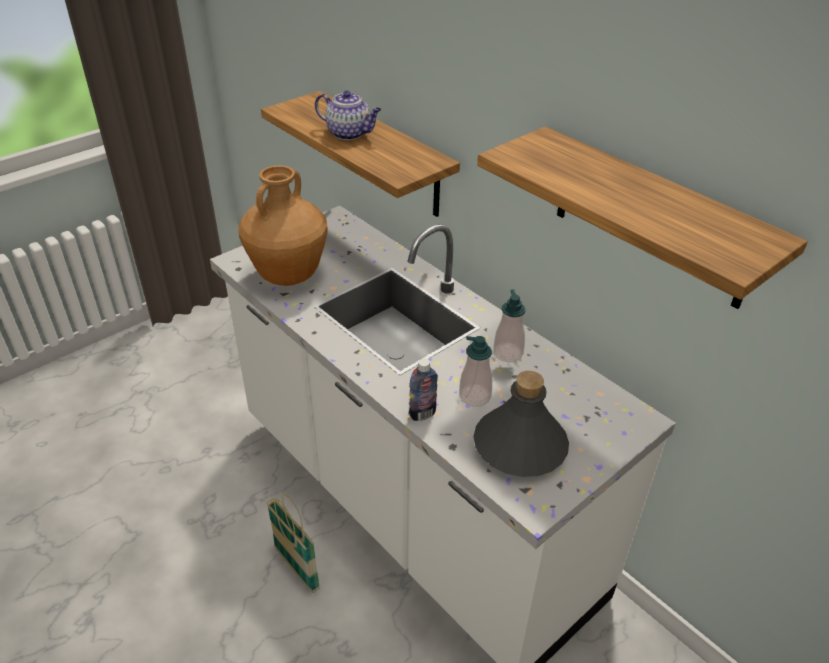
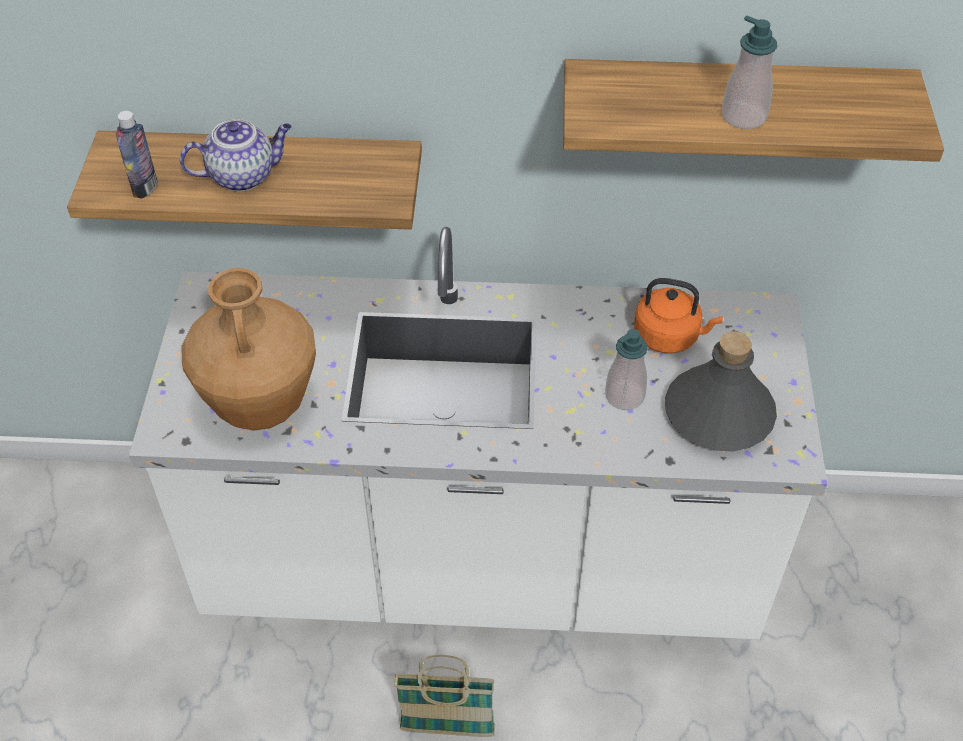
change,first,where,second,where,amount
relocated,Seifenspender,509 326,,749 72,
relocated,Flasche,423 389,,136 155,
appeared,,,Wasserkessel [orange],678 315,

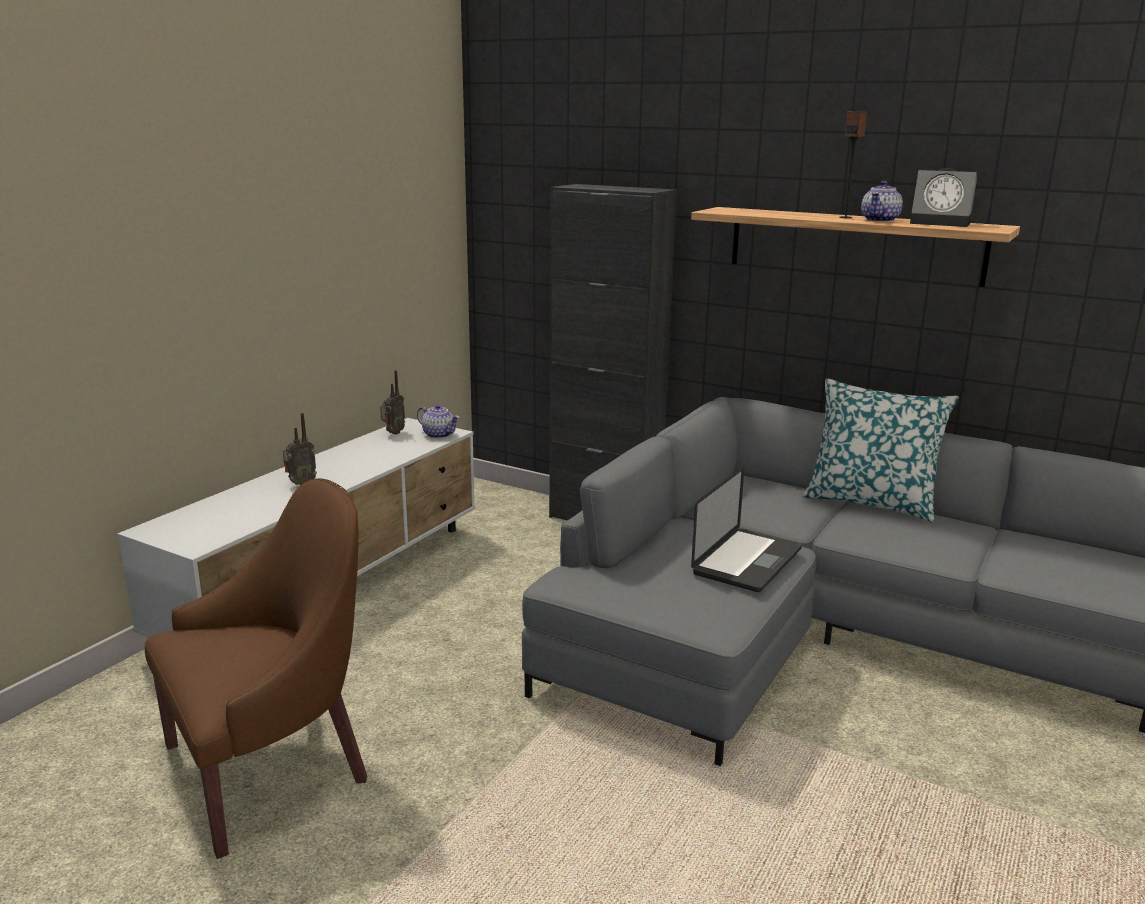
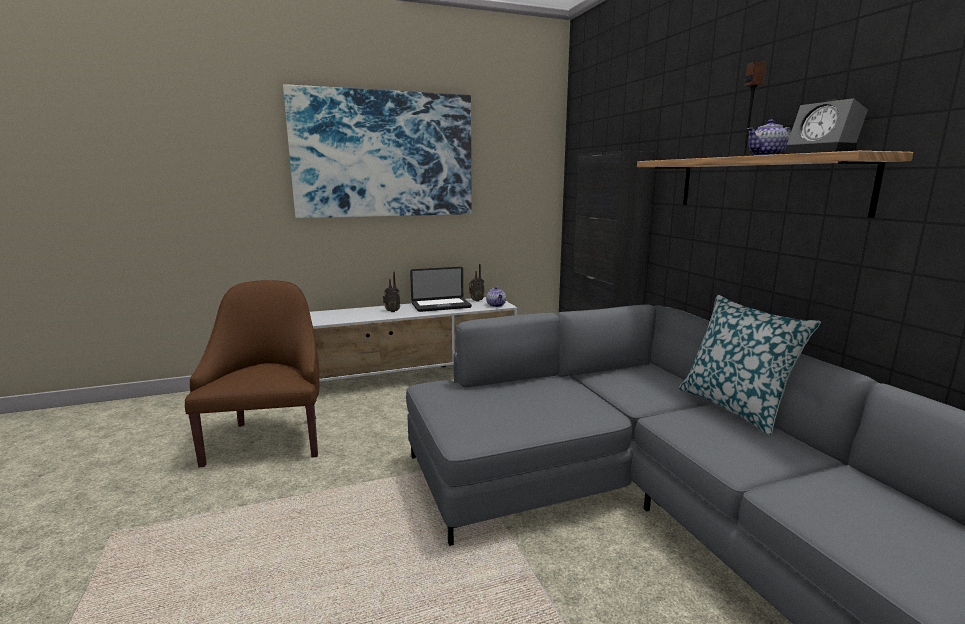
change,first,where,second,where,amount
relocated,Laptop,746 529,,441 289,
spun,Sessel [braun],256 668,,252 373,105 degrees counterclockwise
appeared,,,Bild,377 151,

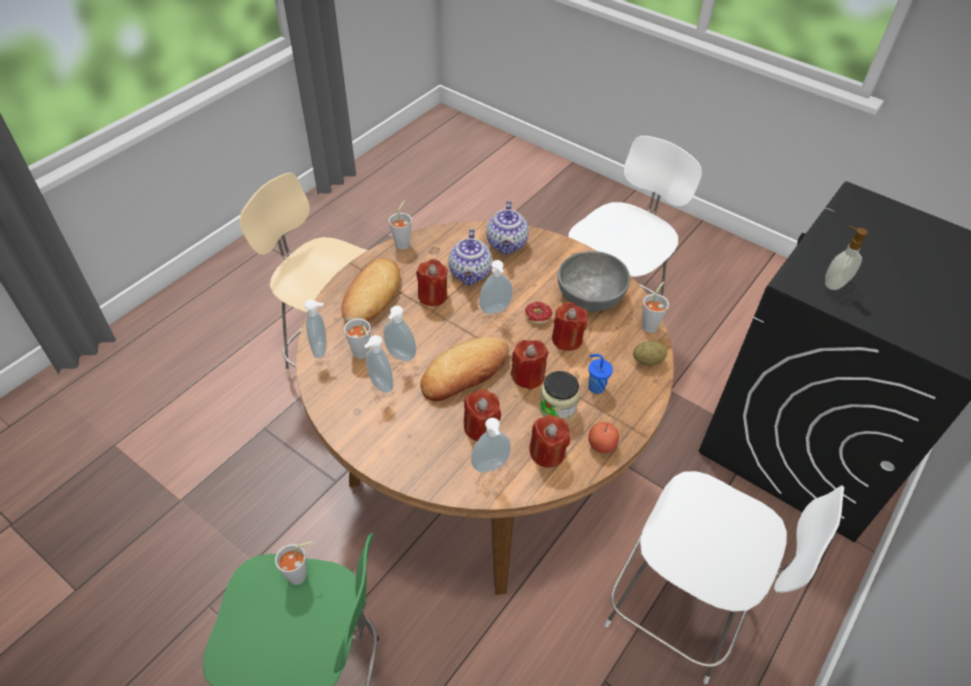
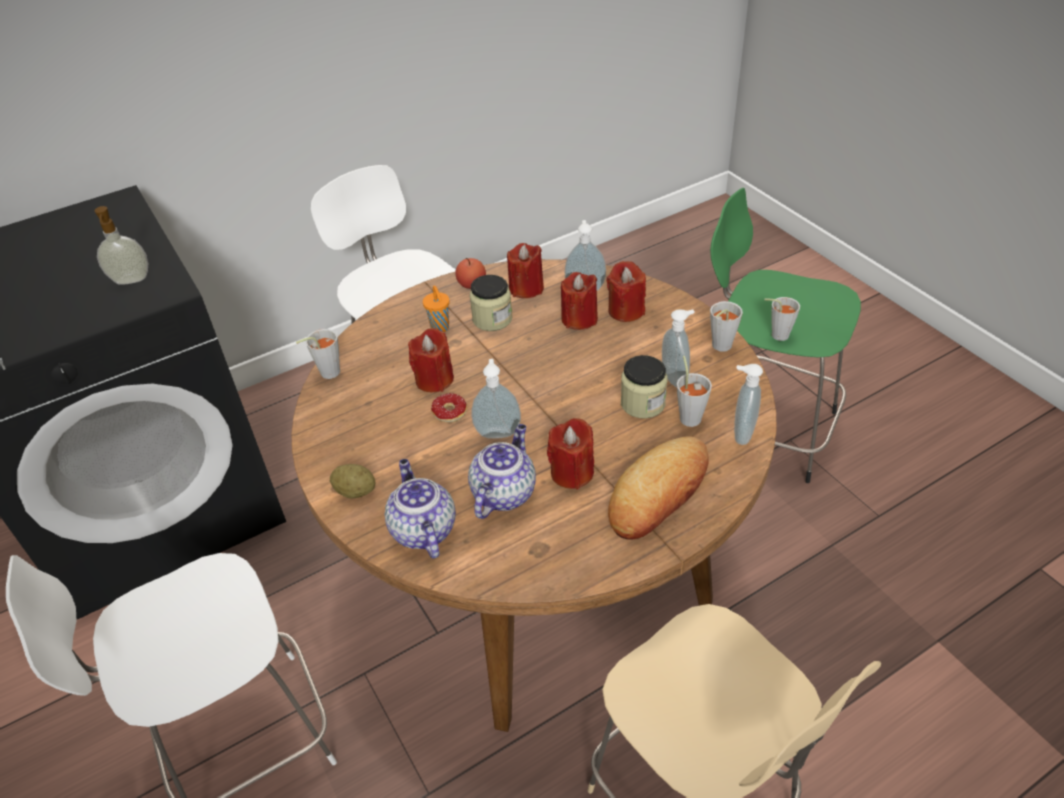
change,first,where,second,where,amount
relocated,Tasse [grau],400 225,,726 326,
spun,Teekanne,507 228,,420 509,45 degrees counterclockwise
missing,Schüssel [grau],594 281,,,
exchanged,Seifenspender,399 333,Vorratsglas,644 387,
missing,Brot,464 369,,,
relocated,Kerze [rot],529 365,,626 291,
relocated,Kartoffel,650 353,,353 481,
colour,Tasse [blau],600 374,Tasse [orange],436 309,

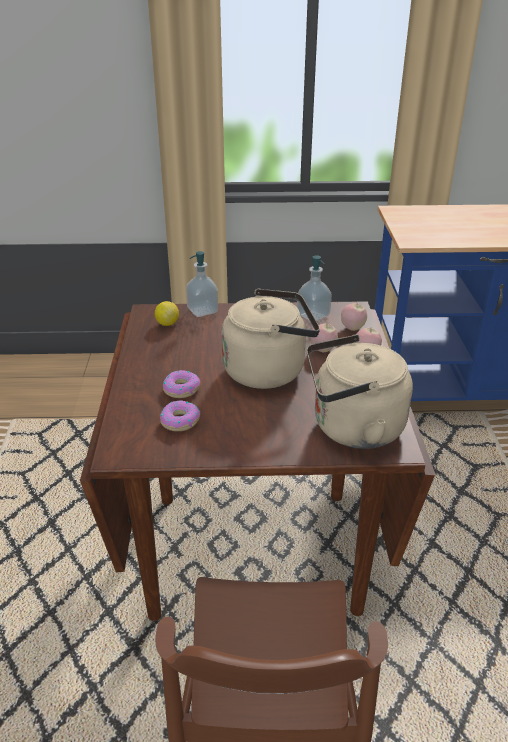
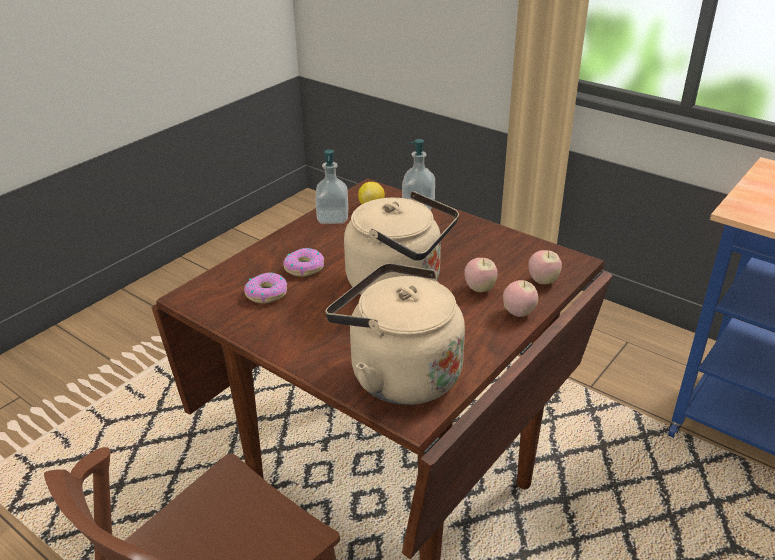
change,first,where,second,where,amount
relocated,Seifenspender,314 288,,331 187,

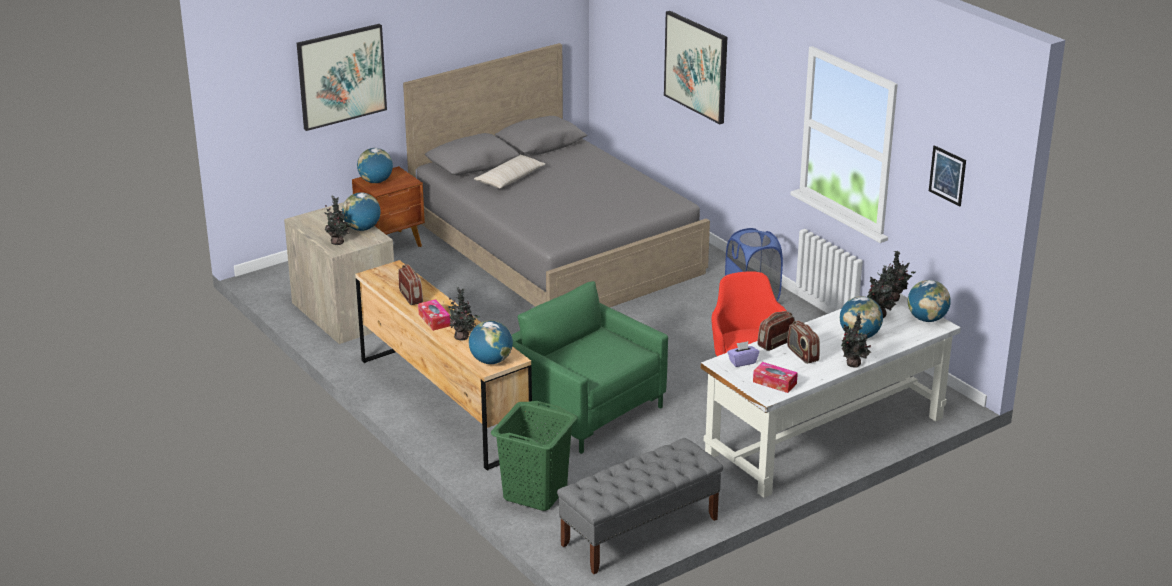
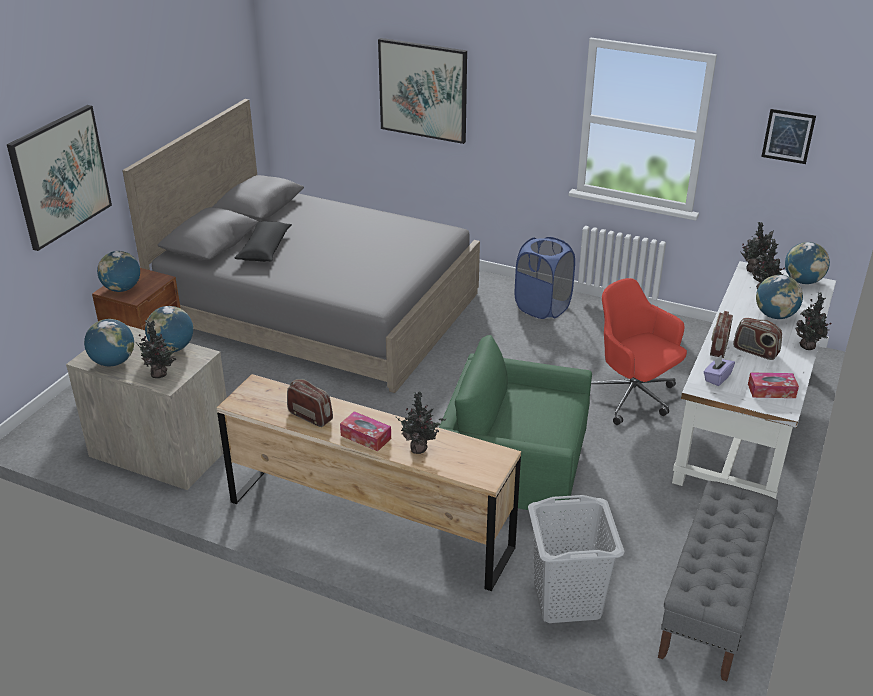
change,first,where,second,where,amount
colour,Kissen [beige],510 172,Kissen [schwarz],263 241,
relocated,Globus,491 342,,109 342,
colour,Wäschekorb [grün],534 456,Wäschekorb [grau],576 559,

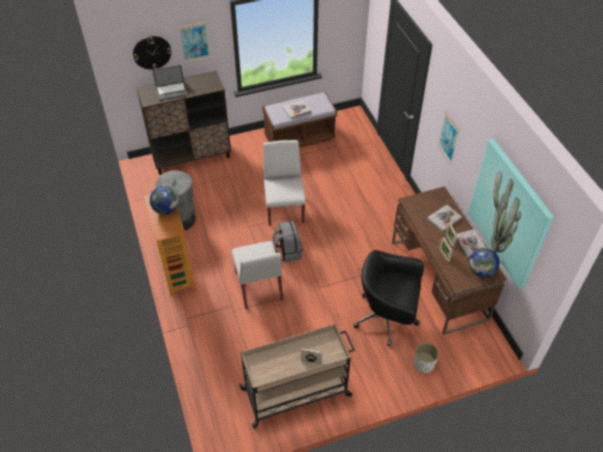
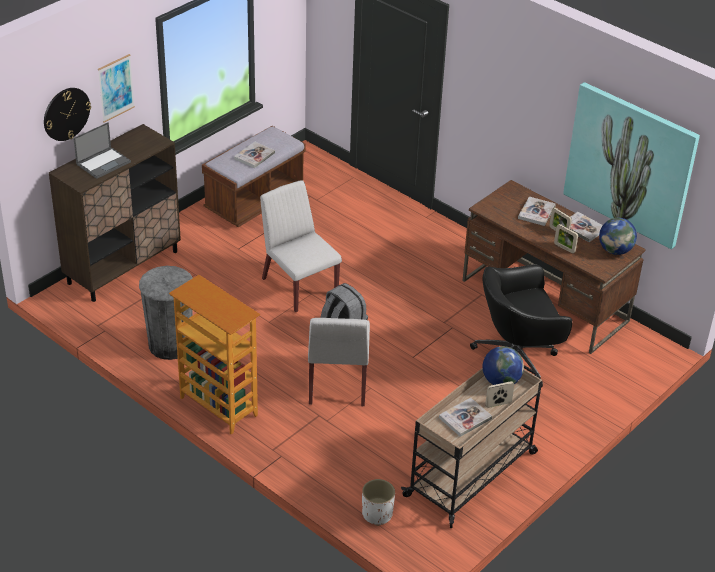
change,first,where,second,where,amount
missing,Bild,448 138,,,
relocated,Globus,164 200,,503 365,
spun,Stuhl [weiß],257 275,,339 362,45 degrees clockwise
relocated,Pflanzkübel [weiß],426 357,,378 502,
appeared,,,Buch,465 417,

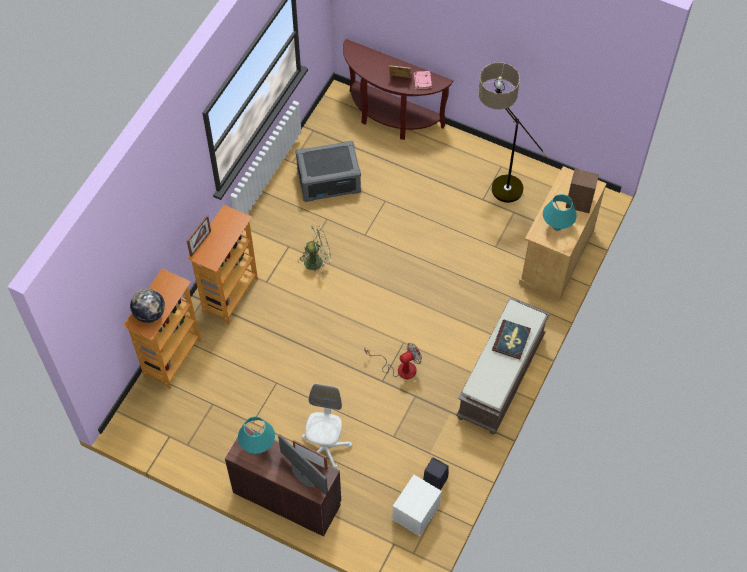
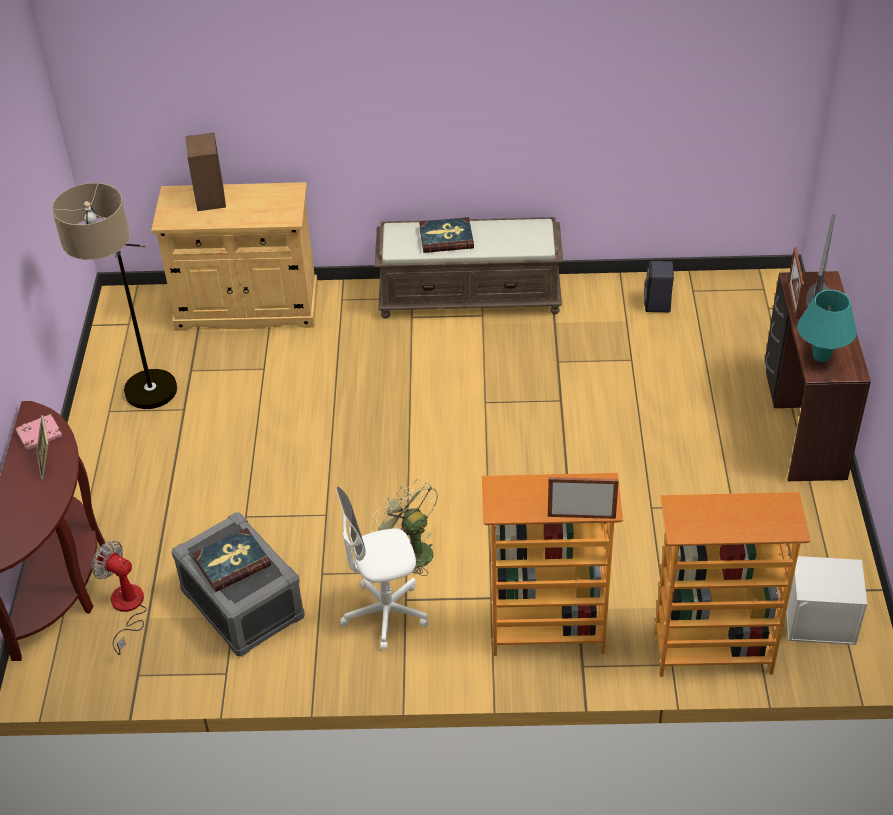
change,first,where,second,where,amount
missing,Tischlampe [türkis],560 212,,,
missing,Globus,147 306,,,
relocated,Ventilator,393 361,,119 597,
relocated,Bürostuhl [weiß],327 426,,382 568,
relocated,Aufbewahrungsbox [weiß],417 505,,826 600,
appeared,,,Buch,232 560,

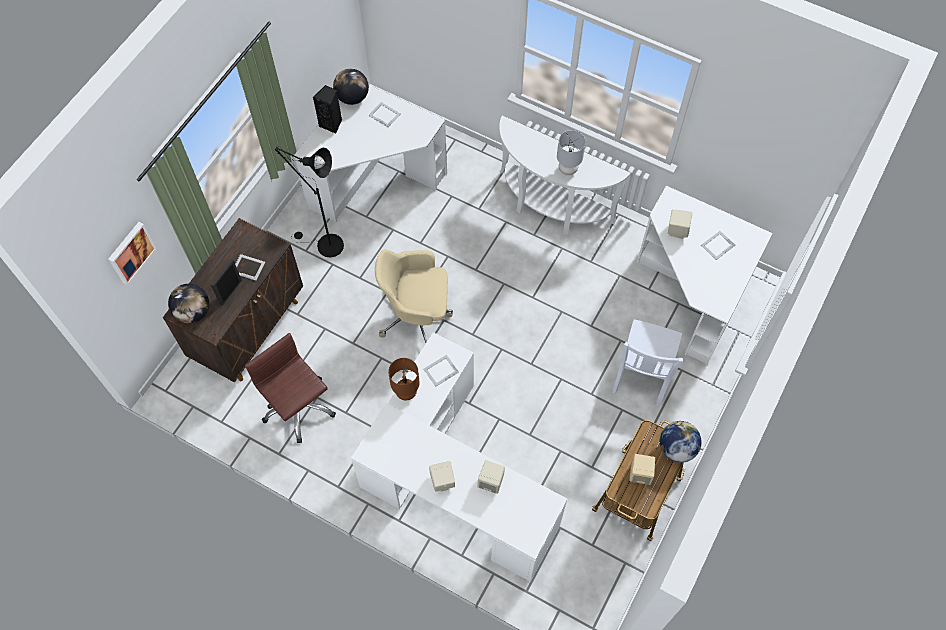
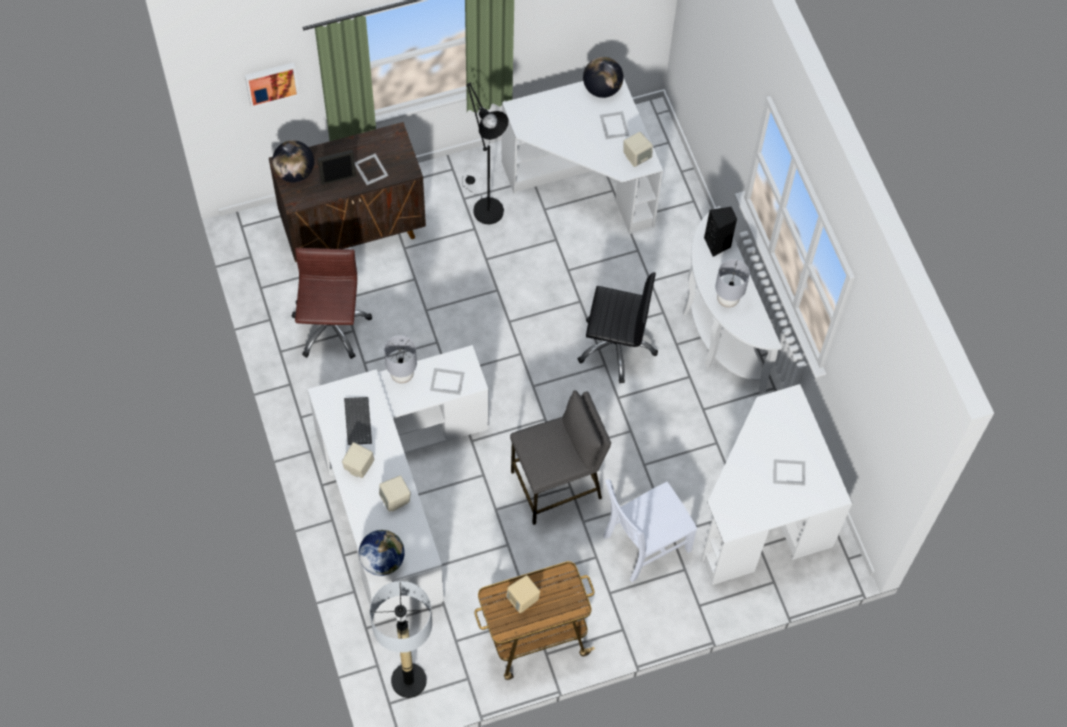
change,first,where,second,where,amount
relocated,Lautsprecher [schwarz],327 109,,720 232,
relocated,Lautsprecher [beige],680 224,,638 149,
missing,Bürostuhl [beige],414 296,,,
colour,Tischlampe [braun],404 379,Tischlampe [grau],400 359,
relocated,Globus,681 442,,382 553,
appeared,,,Bürostuhl [schwarz],618 327,
appeared,,,Hocker [grau],560 457,
appeared,,,Tastatur,358 421,
appeared,,,Stehlampe,401 639,

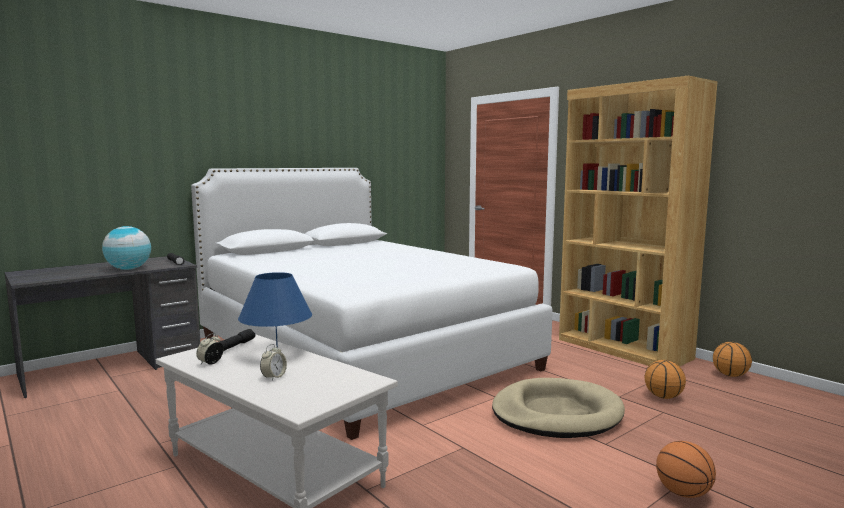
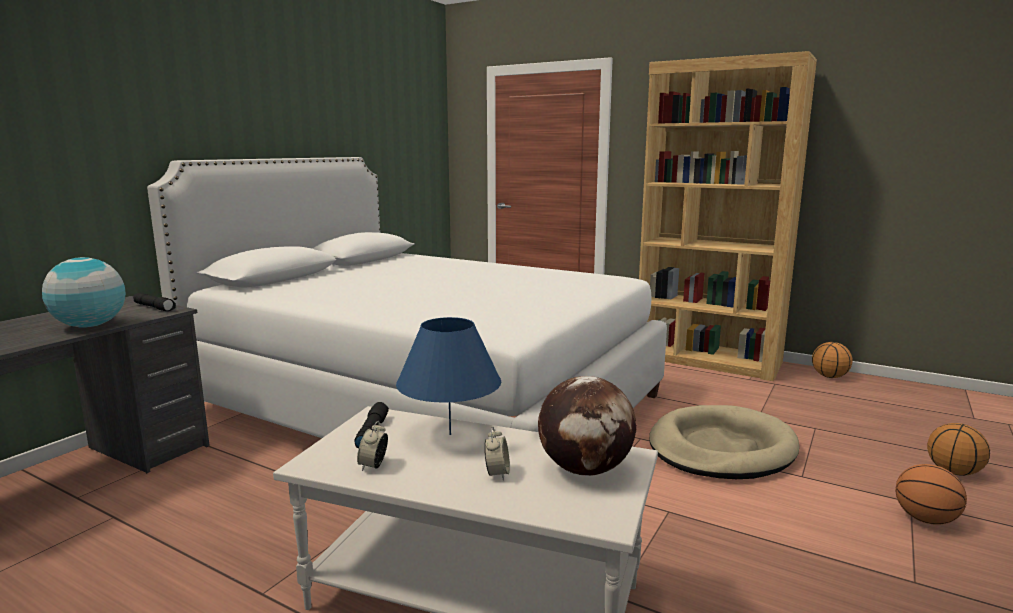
change,first,where,second,where,amount
relocated,Basketball,665 379,,958 449,
appeared,,,Globus,587 426,

